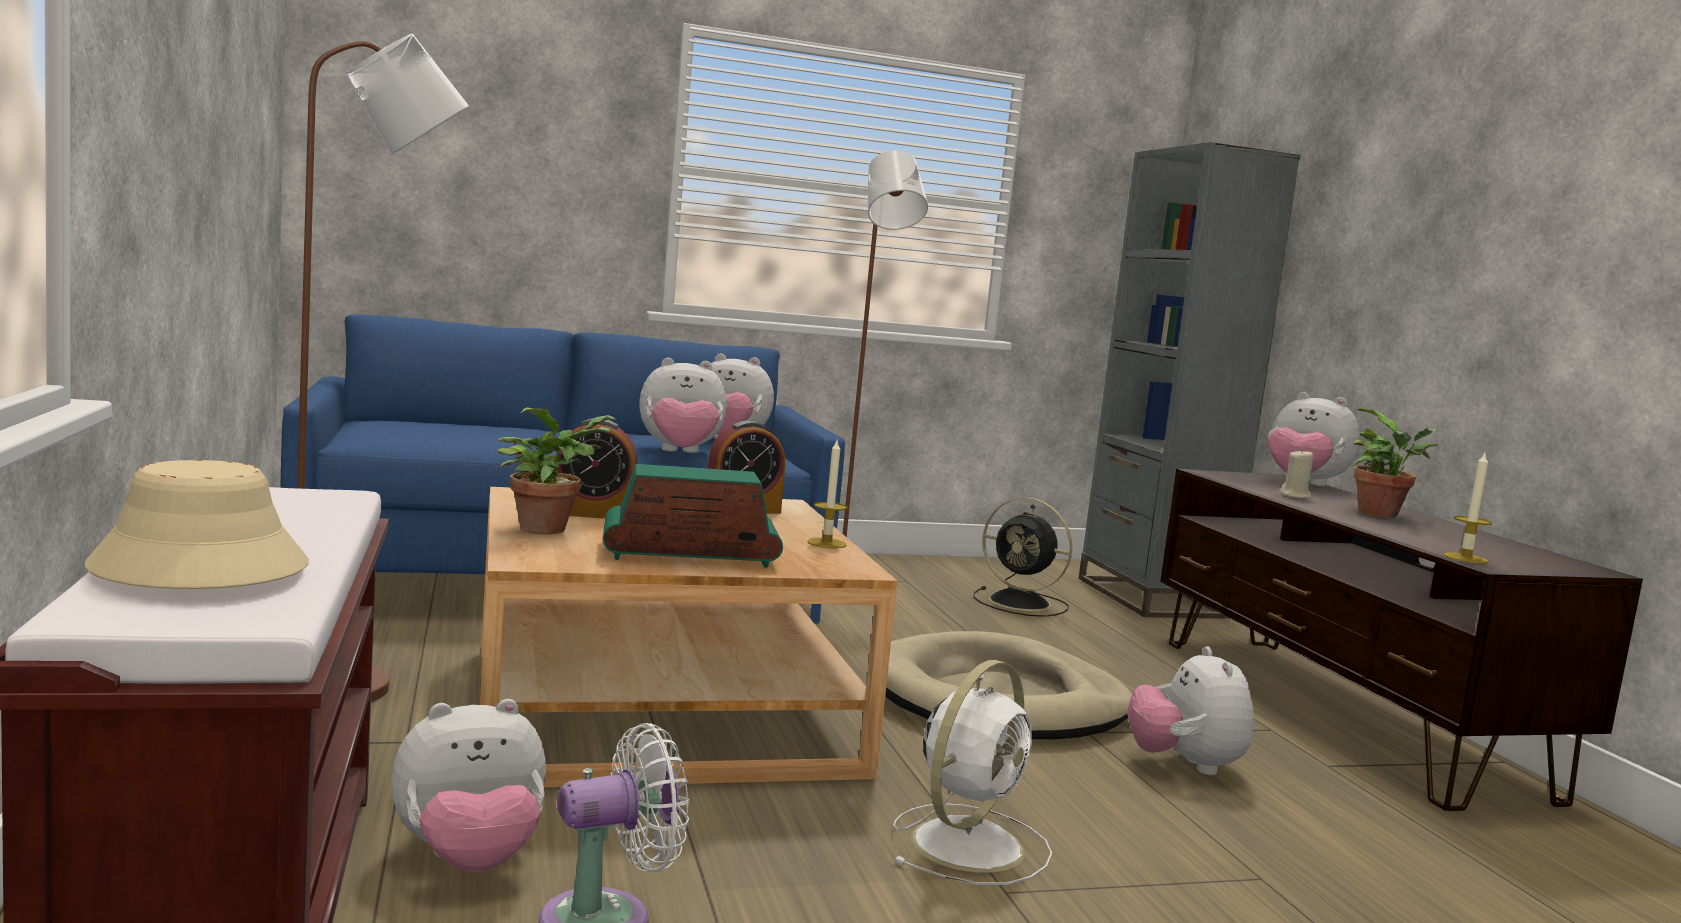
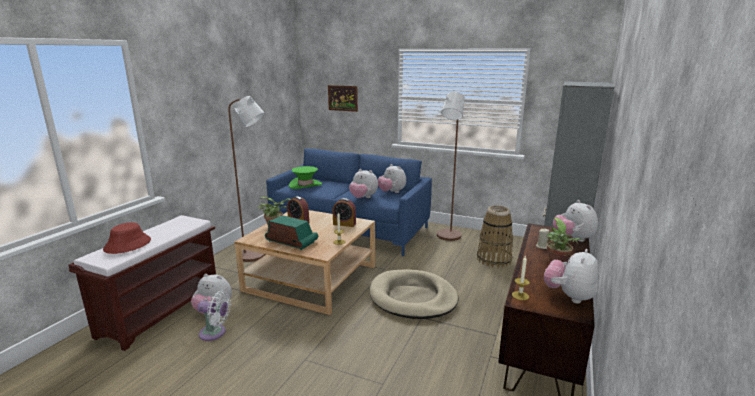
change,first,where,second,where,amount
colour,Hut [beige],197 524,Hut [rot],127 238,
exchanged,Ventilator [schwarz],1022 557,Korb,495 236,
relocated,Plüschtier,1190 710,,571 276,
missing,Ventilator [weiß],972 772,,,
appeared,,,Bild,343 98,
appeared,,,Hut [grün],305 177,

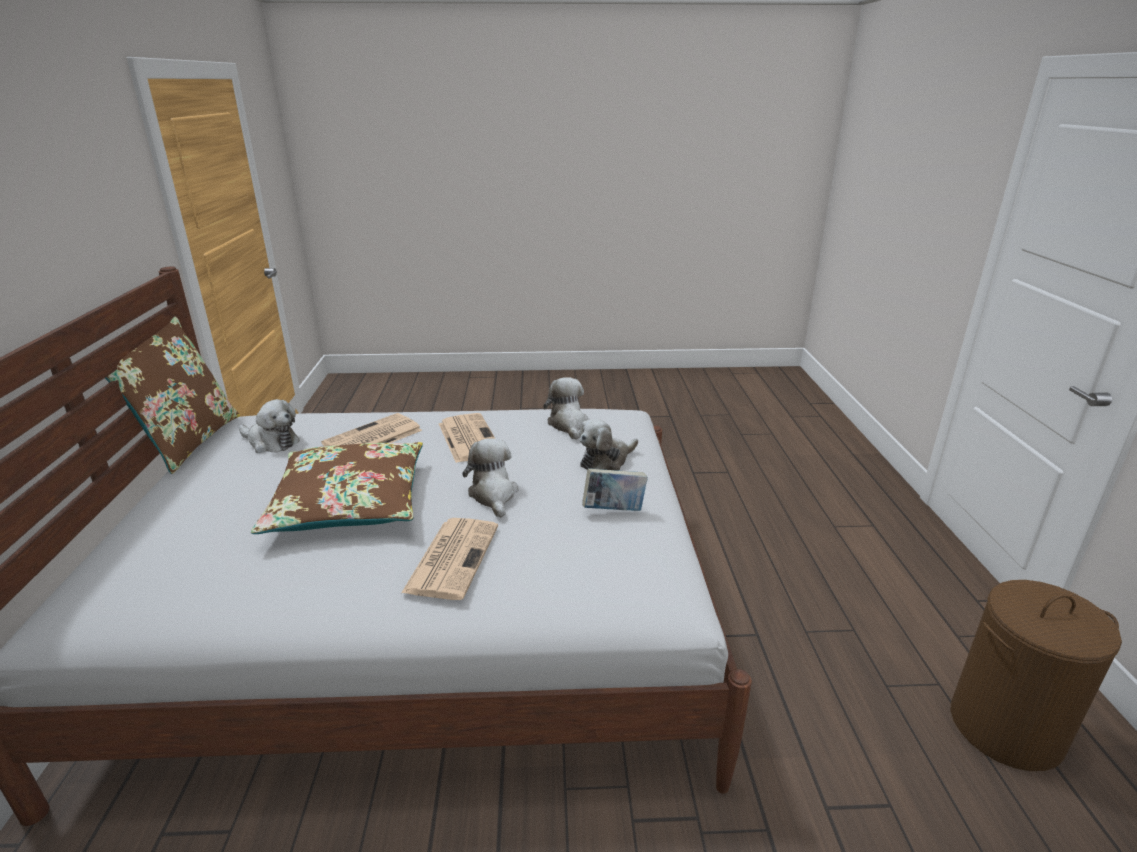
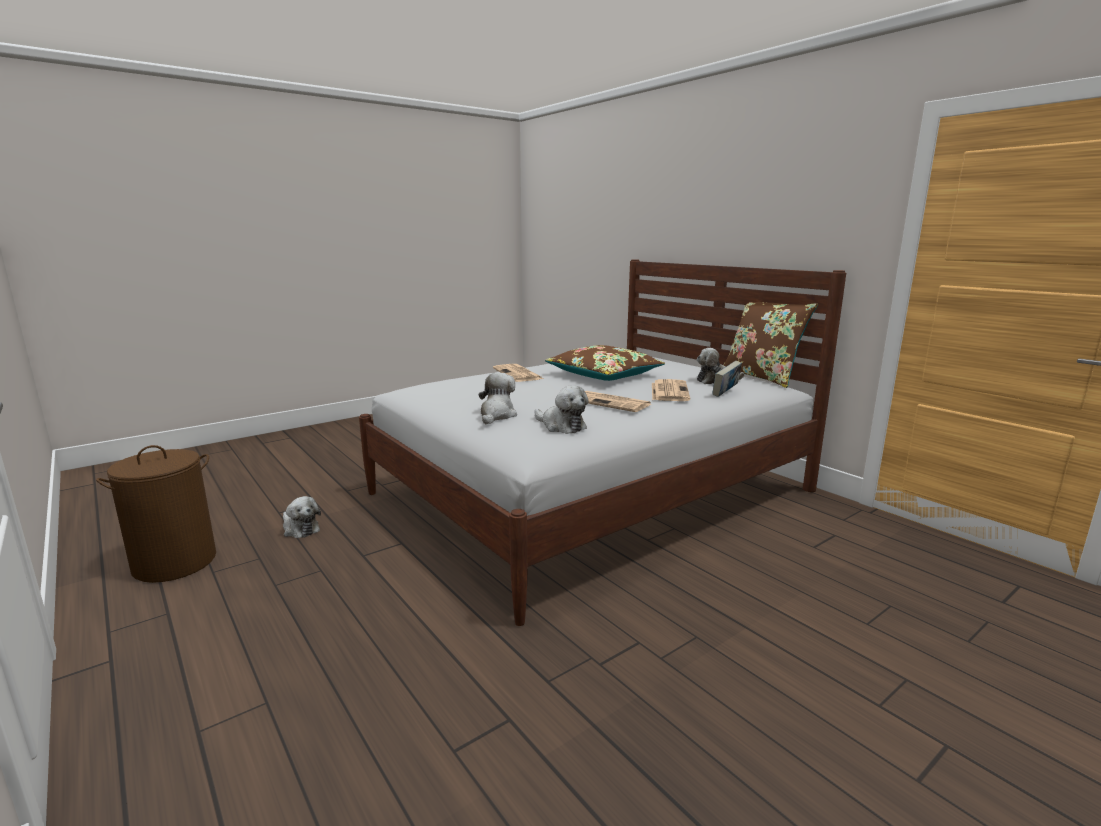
change,first,where,second,where,amount
relocated,Plüschtier,490 478,,302 517,
relocated,Buch,615 489,,727 379,

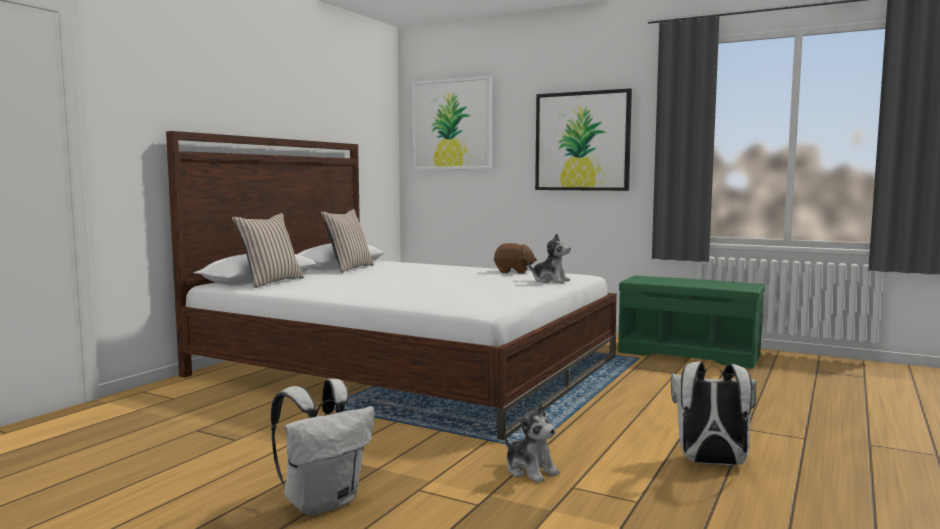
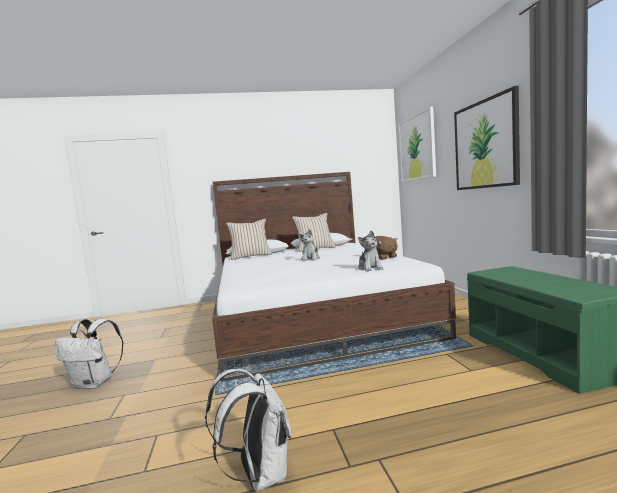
change,first,where,second,where,amount
relocated,Plüschtier,532 442,,309 245,

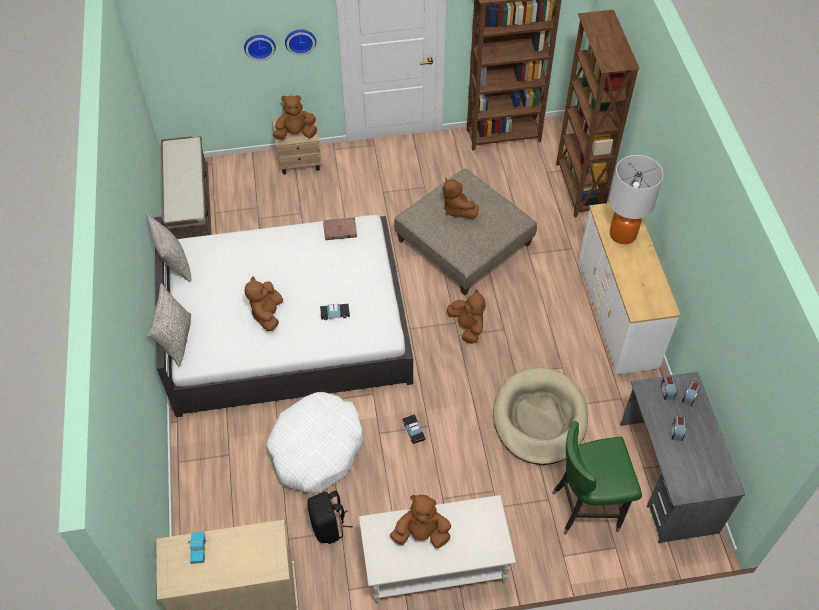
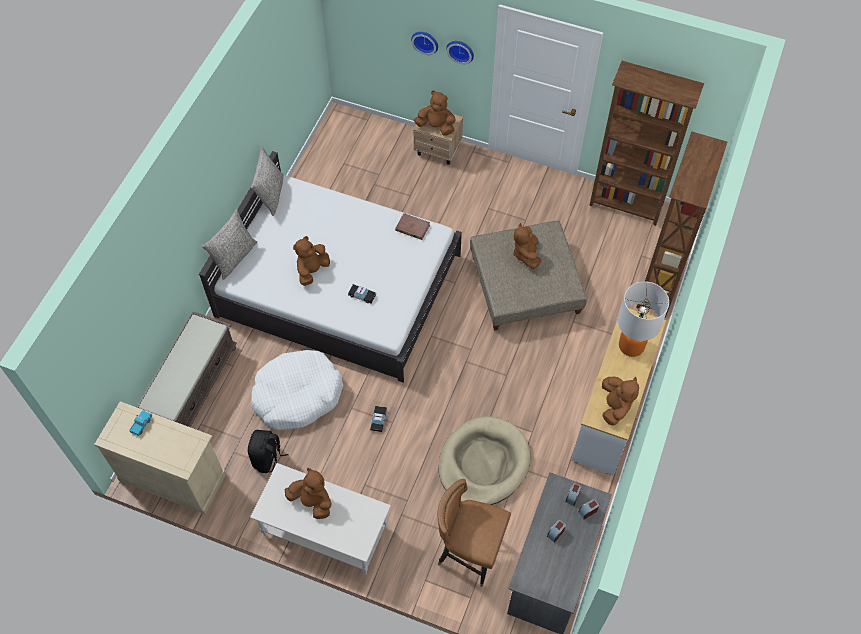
change,first,where,second,where,amount
relocated,Bank [braun],186 187,,187 369,
relocated,Plüschtier [braun],466 316,,620 401,
colour,Stuhl [grün],597 478,Stuhl [braun],474 533,

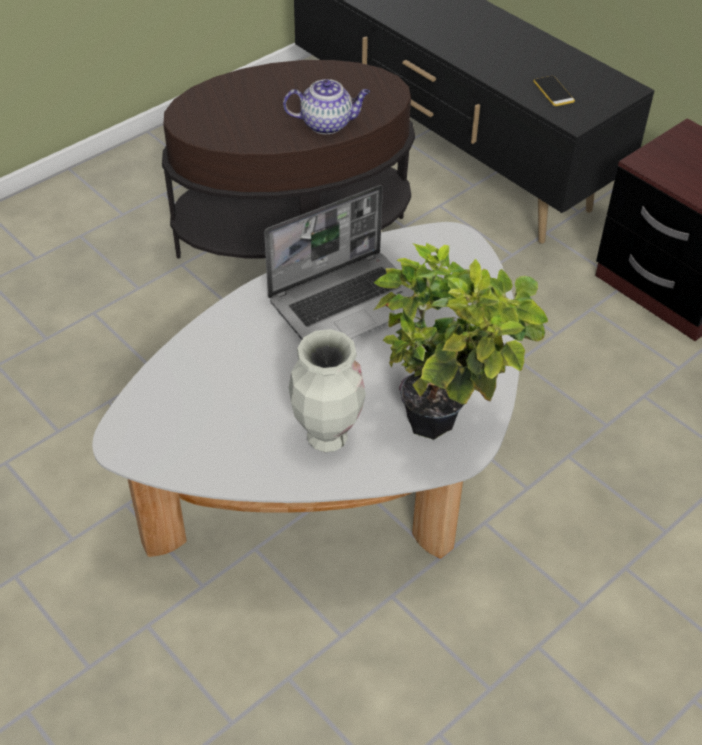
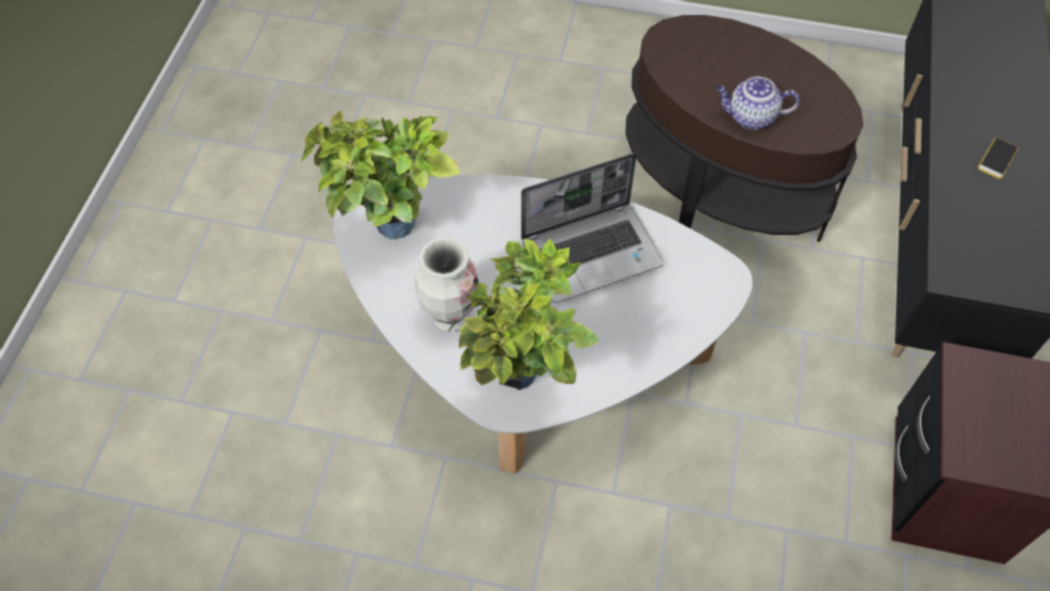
change,first,where,second,where,amount
relocated,Handy,554 91,,998 158,
spun,Teekanne,326 106,,758 103,135 degrees clockwise
spun,Laptop,341 262,,592 228,45 degrees counterclockwise
appeared,,,Topfpflanze,380 175,

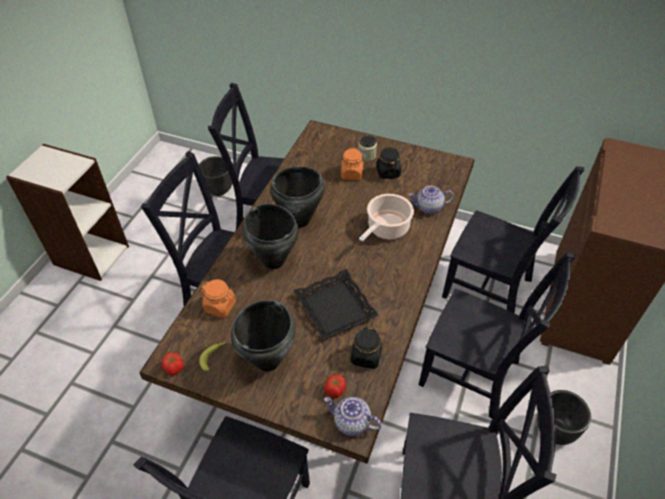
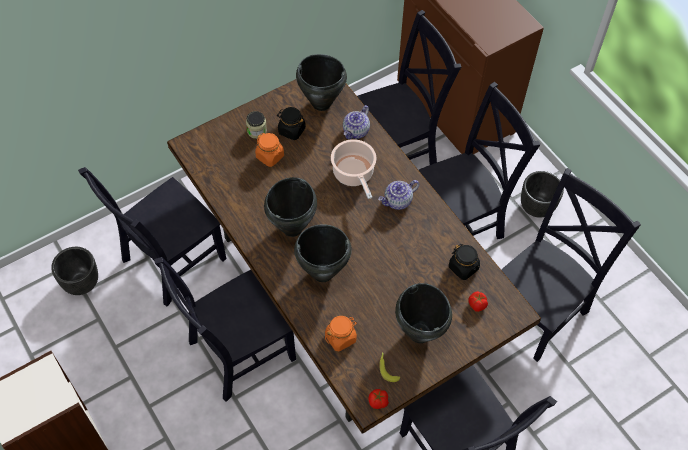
change,first,where,second,where,amount
missing,Tablett [schwarz],336 304,,,
relocated,Teekanne,353 416,,399 195,
appeared,,,Kochtopf [schwarz],321 82,

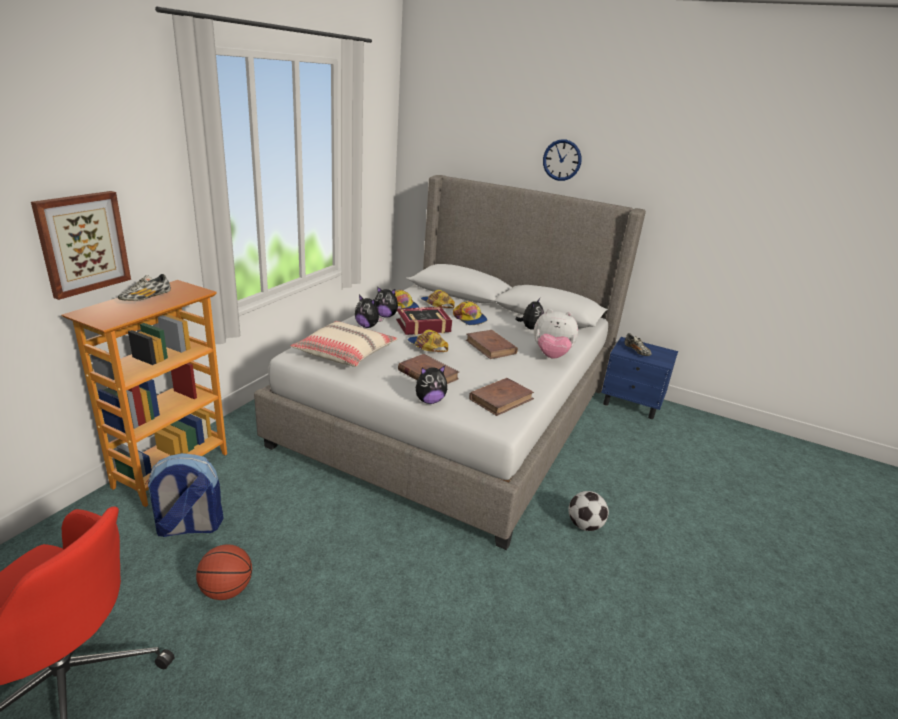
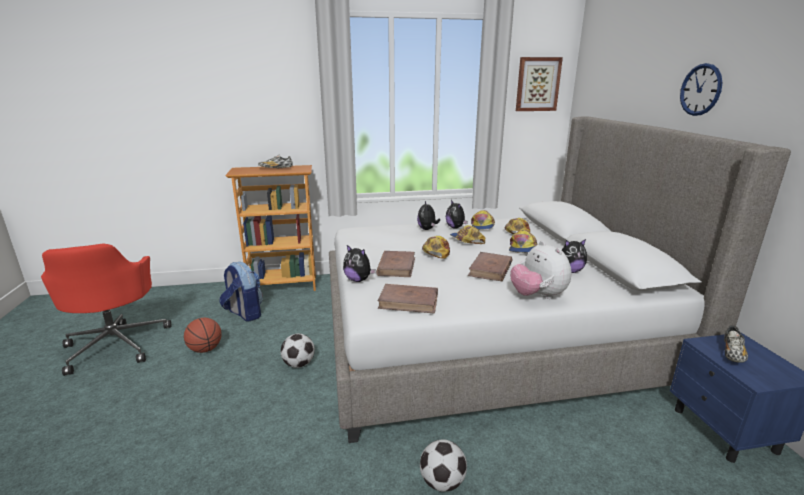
change,first,where,second,where,amount
relocated,Bild,81 245,,539 84,
exchanged,Buch,424 321,Kappe,467 234,
missing,Kissen [beige],344 344,,,
appeared,,,Fußball,298 351,

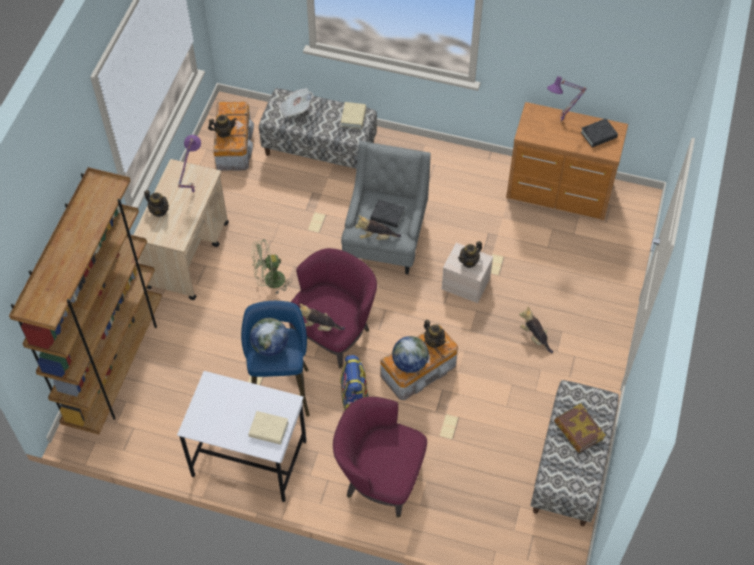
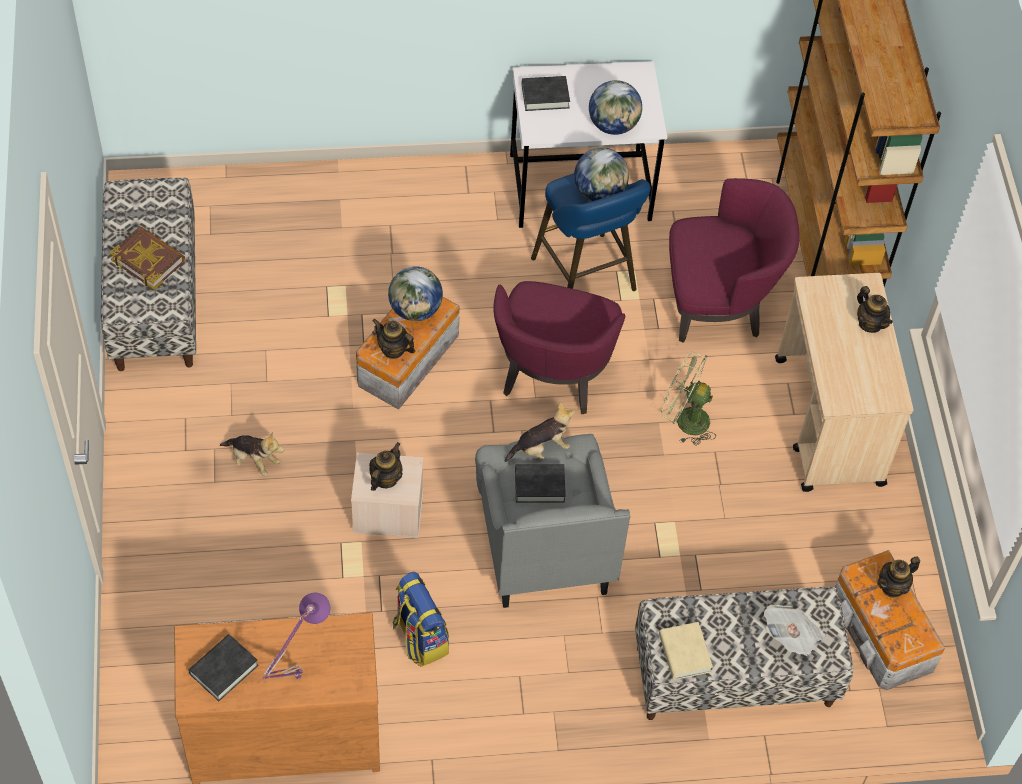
change,first,where,second,where,amount
missing,Tischlampe [lila],189 163,,,
spun,Teekanne,156 203,,875 309,135 degrees counterclockwise
spun,Ventilator [grün],271 266,,688 398,120 degrees counterclockwise
missing,Plüschtier,322 317,,,
relocated,Rucksack,354 382,,421 619,
relocated,Sessel [lila],380 457,,734 260,
colour,Buch [beige],269 428,Buch [schwarz],546 93,
appeared,,,Globus,615 107,

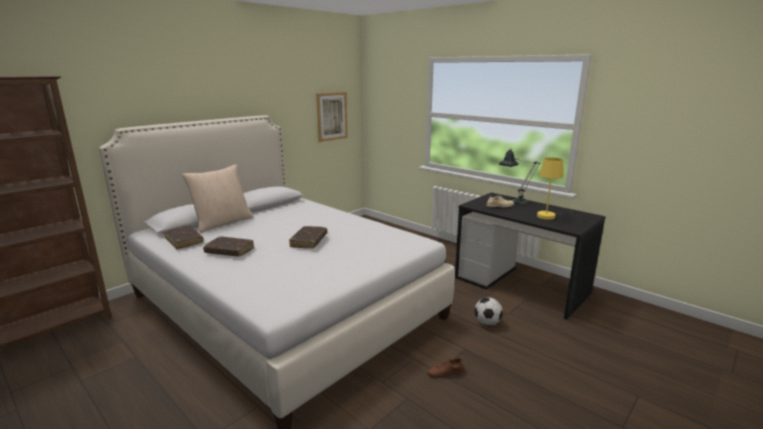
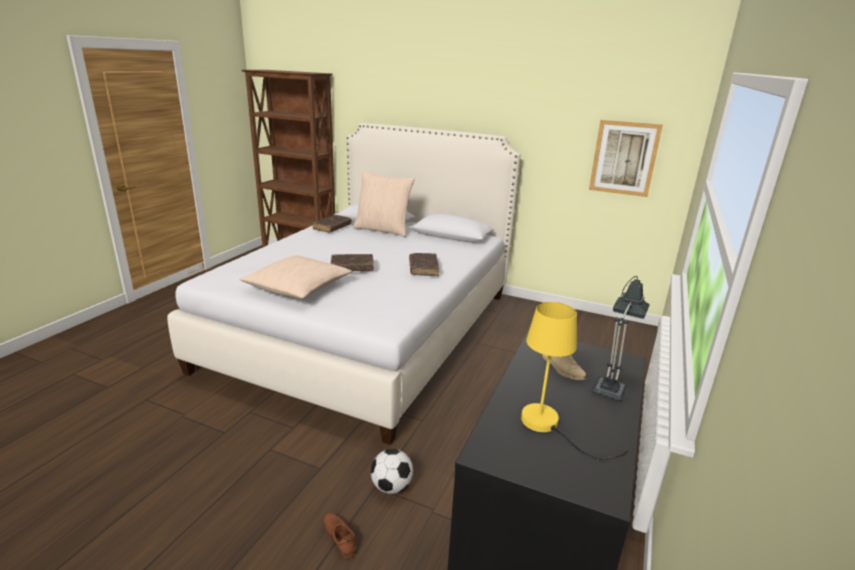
change,first,where,second,where,amount
relocated,Buch [braun],228 246,,424 264,
relocated,Schuh [braun],445 368,,339 536,
appeared,,,Kissen [beige],295 277,

